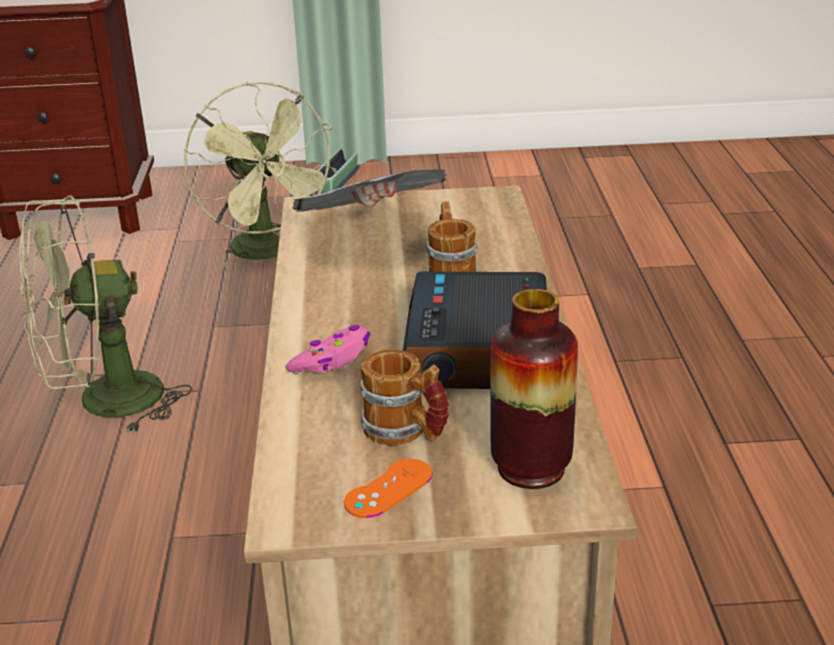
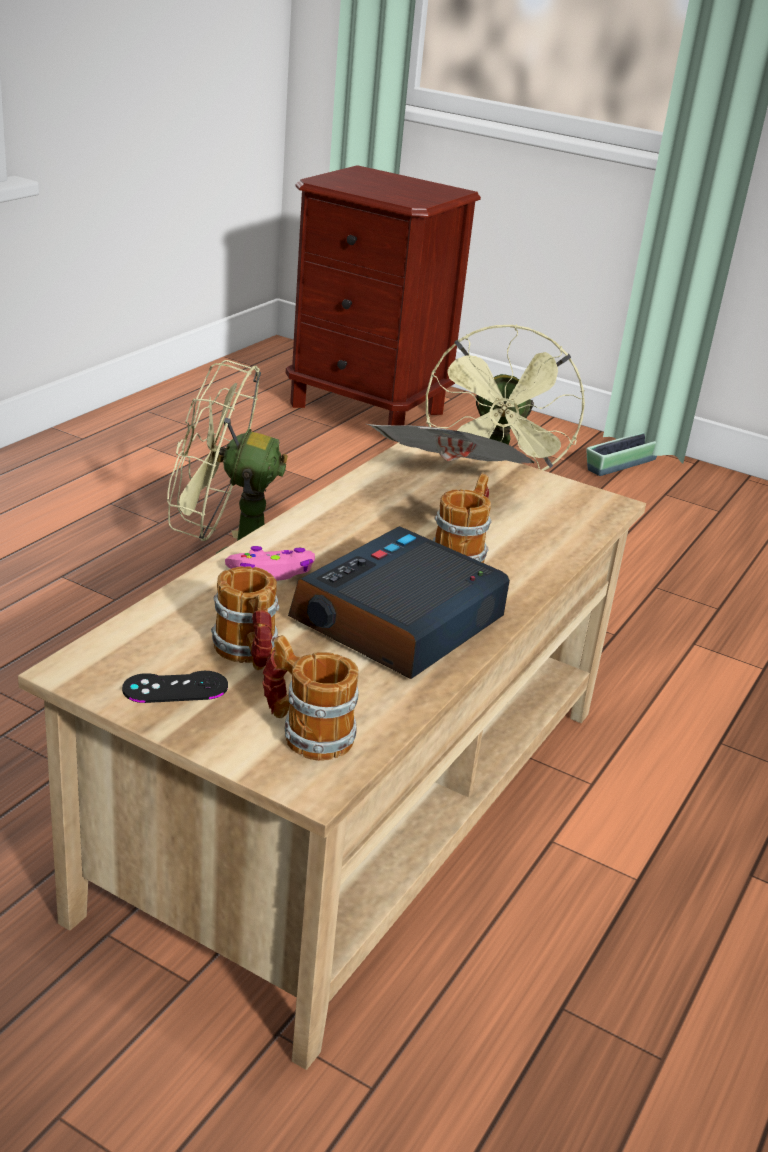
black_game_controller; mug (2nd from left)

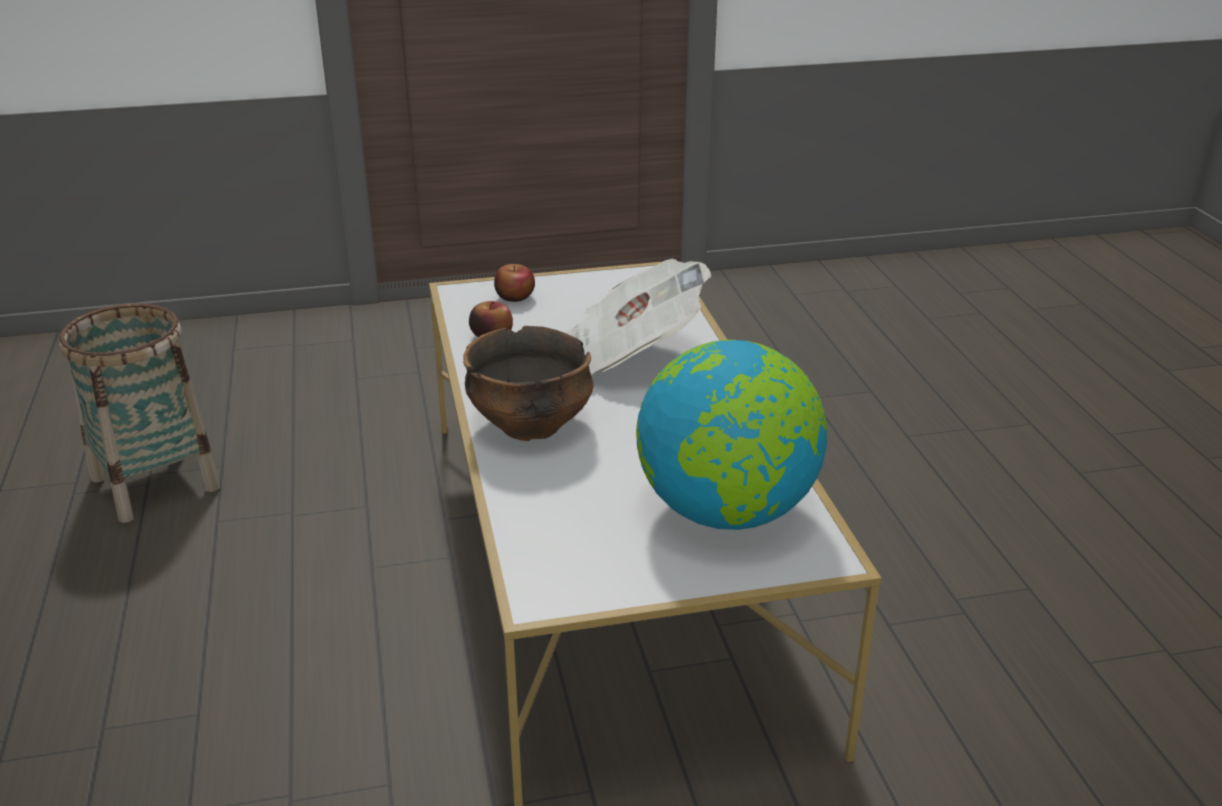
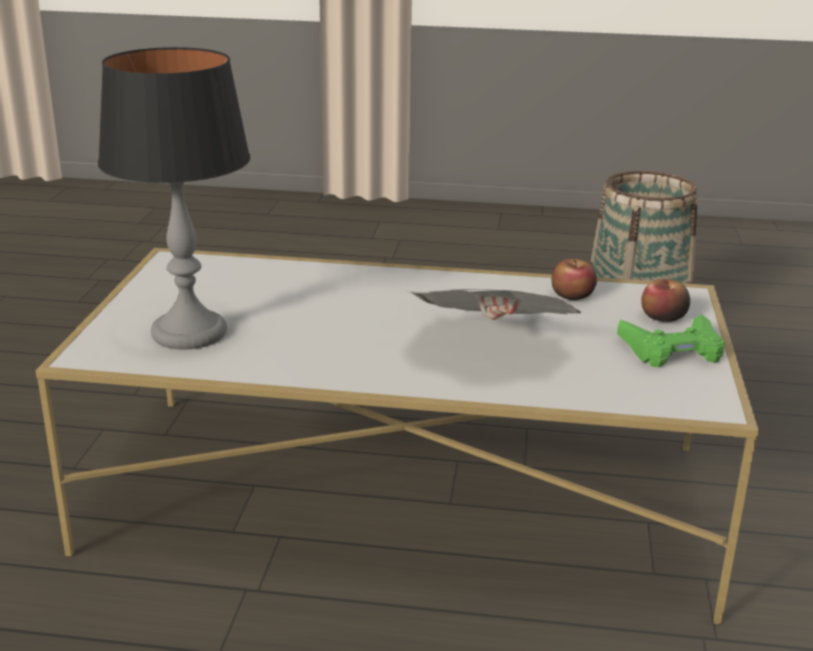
table_lamp; green-coloured_game_controller; serving_bowl

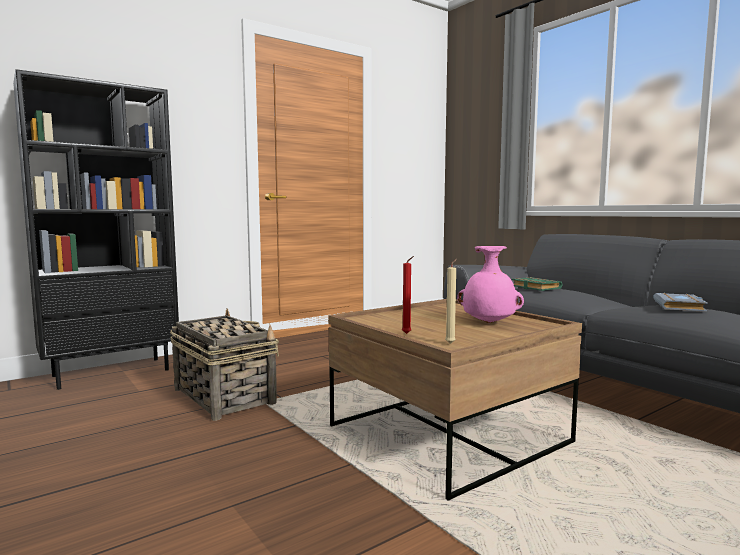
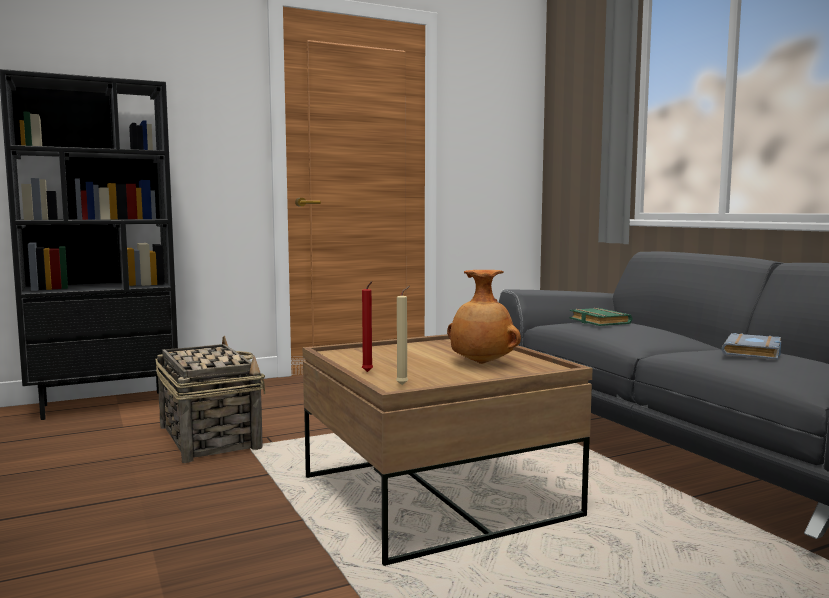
brownish_flower_vase

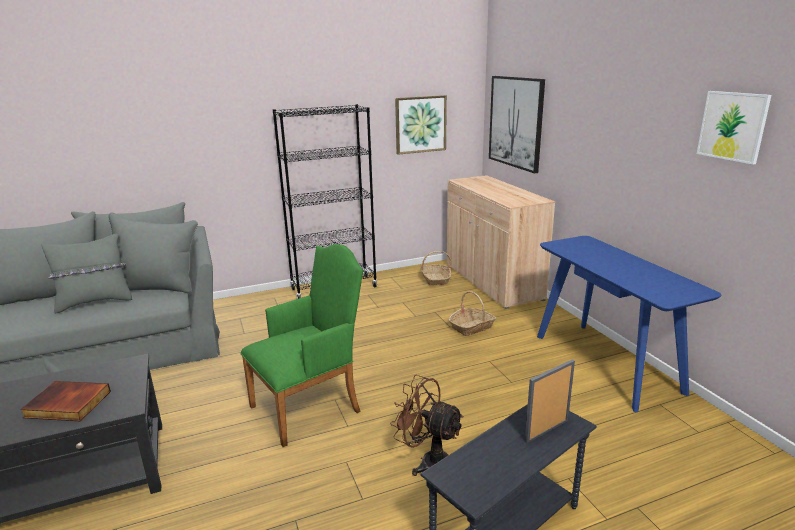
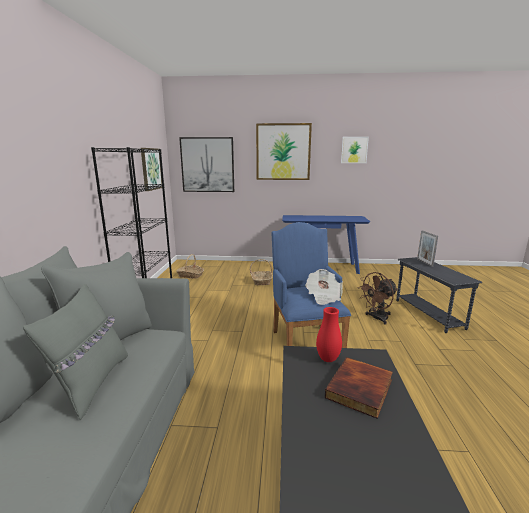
picture (3rd from left); blue_lounge_chair; daily_paper; red-coloured_flower_vase; beige-coloured_storage_cabinet

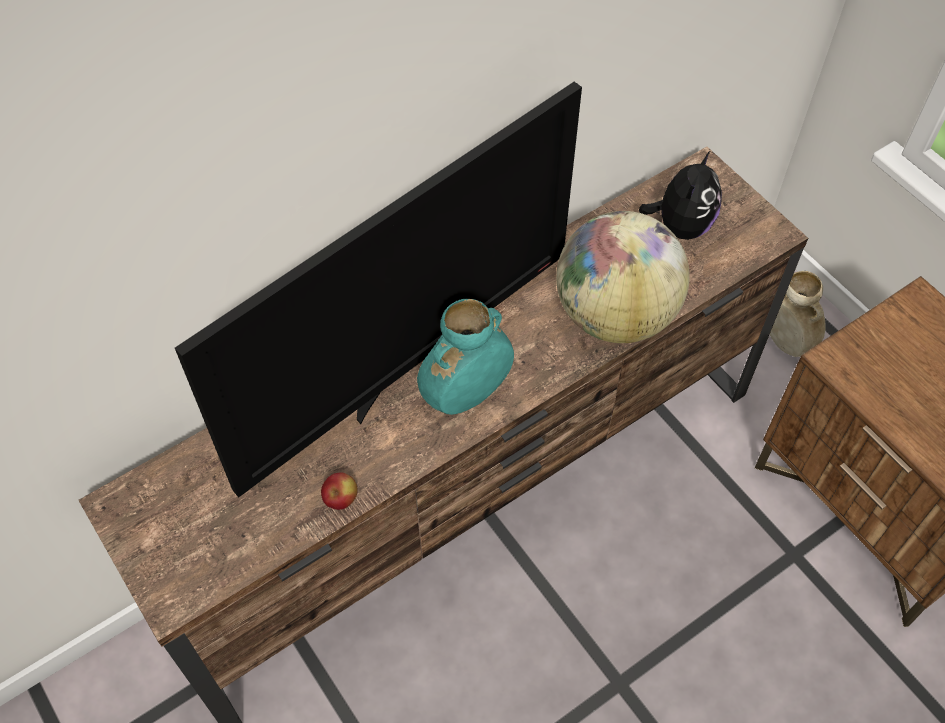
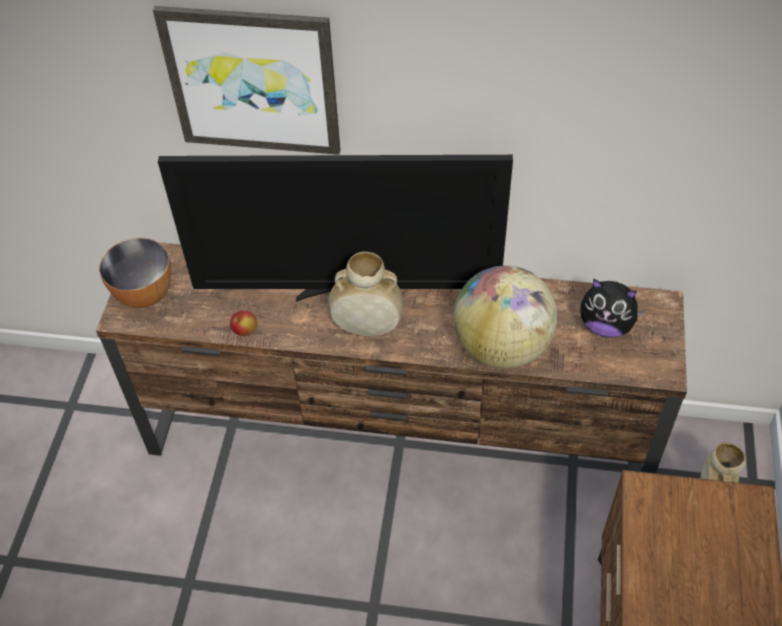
serving_bowl; picture; beige-coloured_flower_vase (1st from left); soft_toy

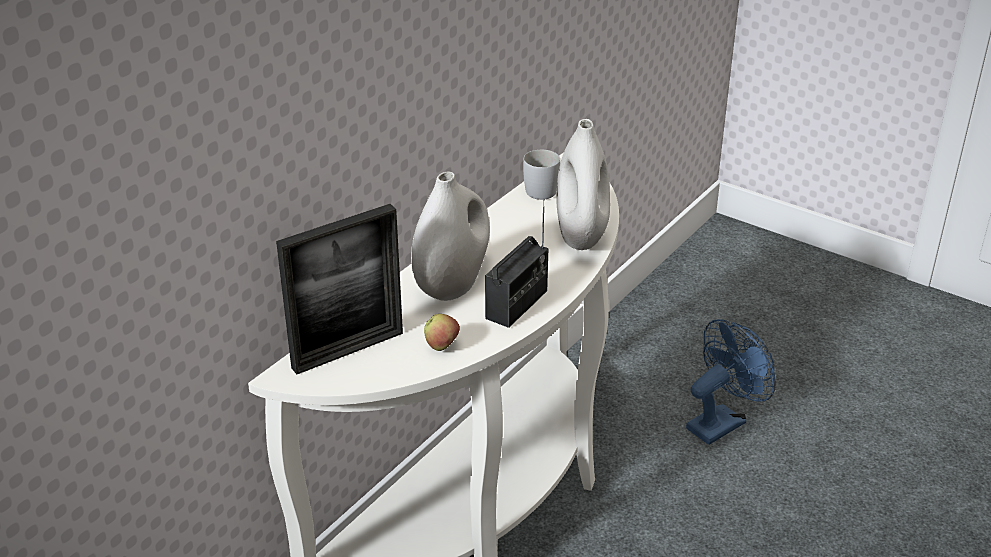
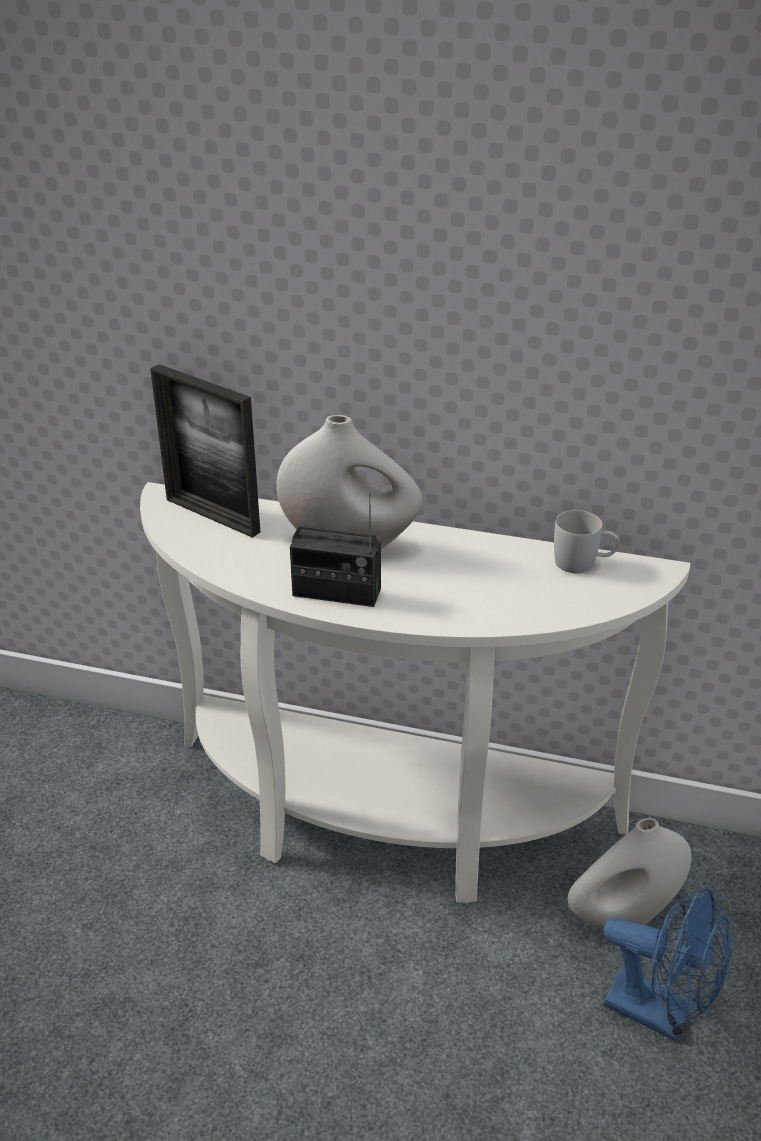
whitish_flower_vase (2nd from left); apple_fruit

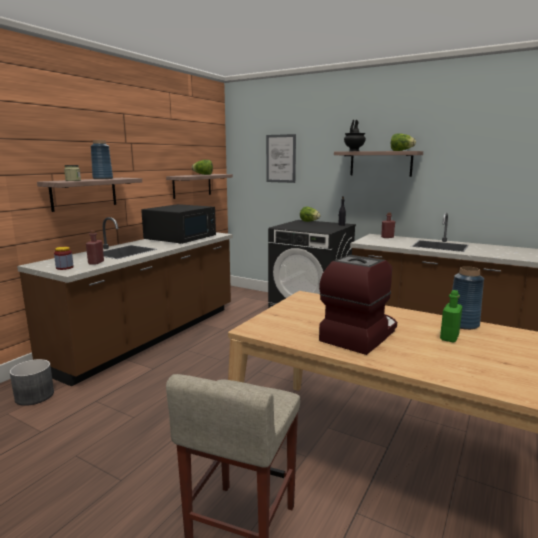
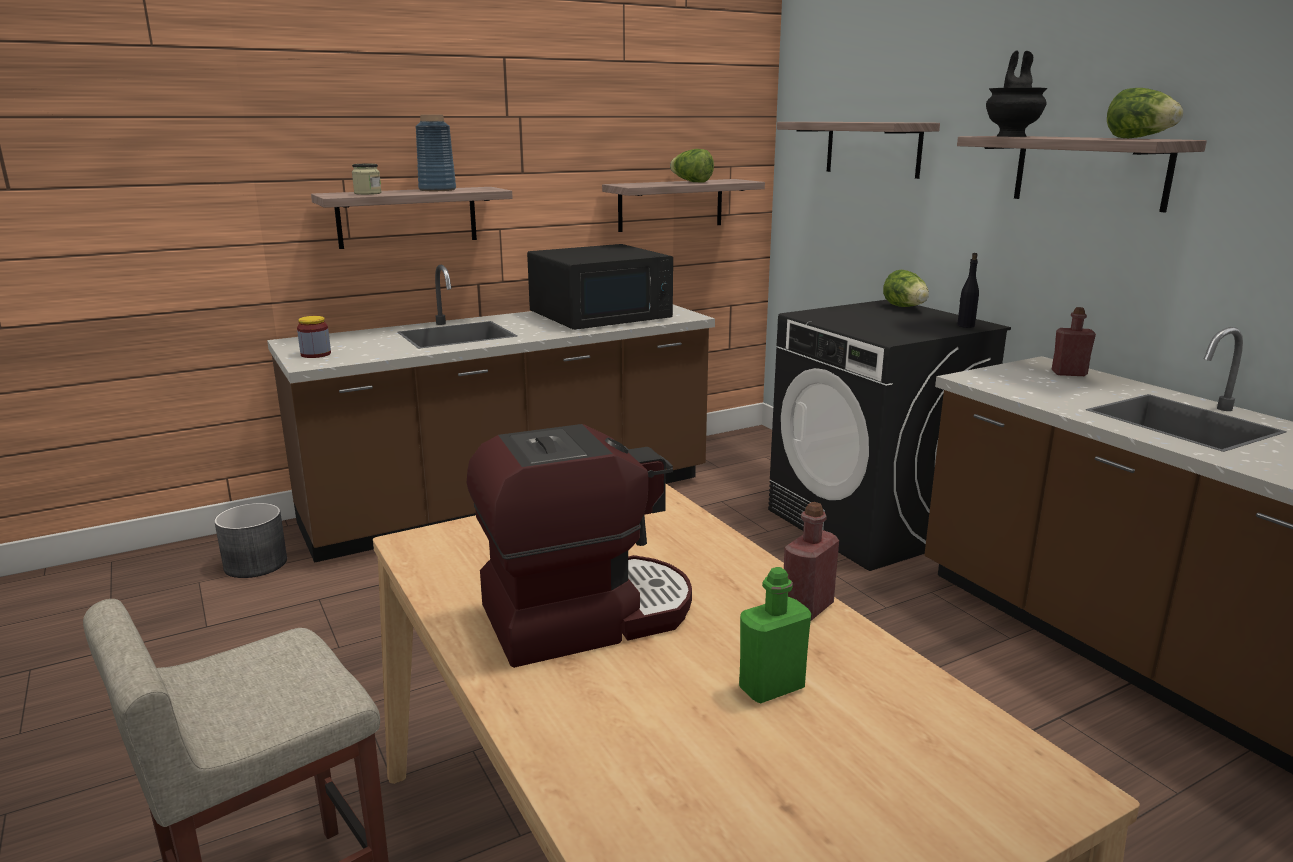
shelf (3rd from left); red-coloured_beverage_bottle (1st from left); blue_flower_vase (2nd from left in the first image)

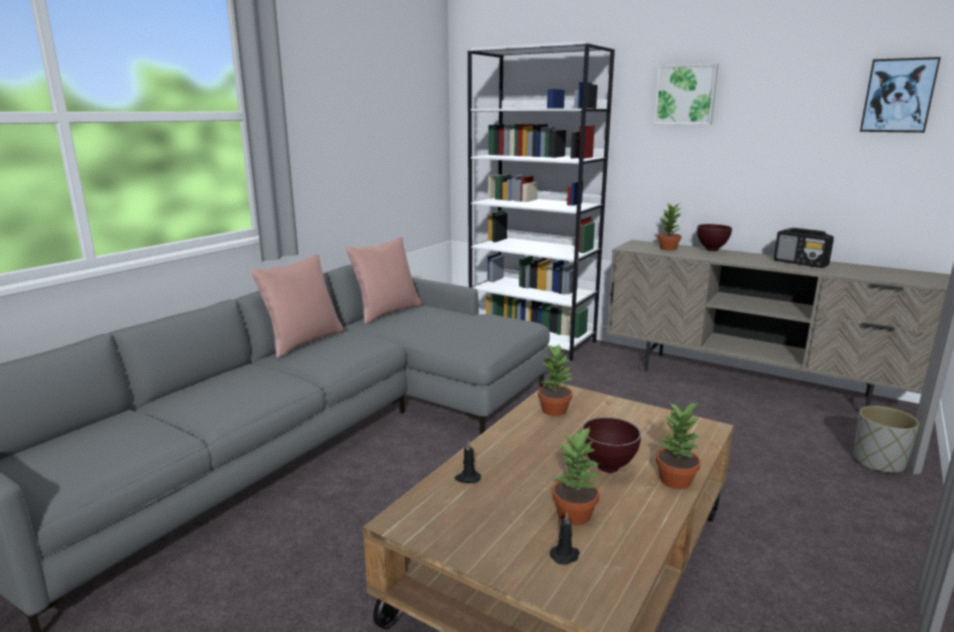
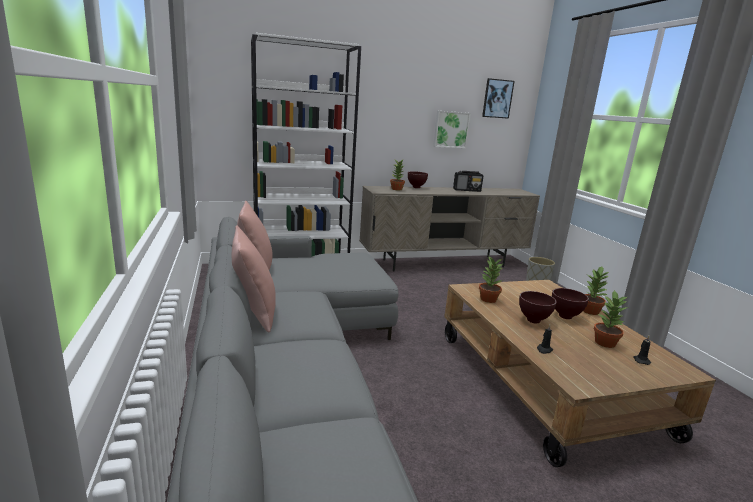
picture (1st from left); brownish_serving_bowl (2nd from left)

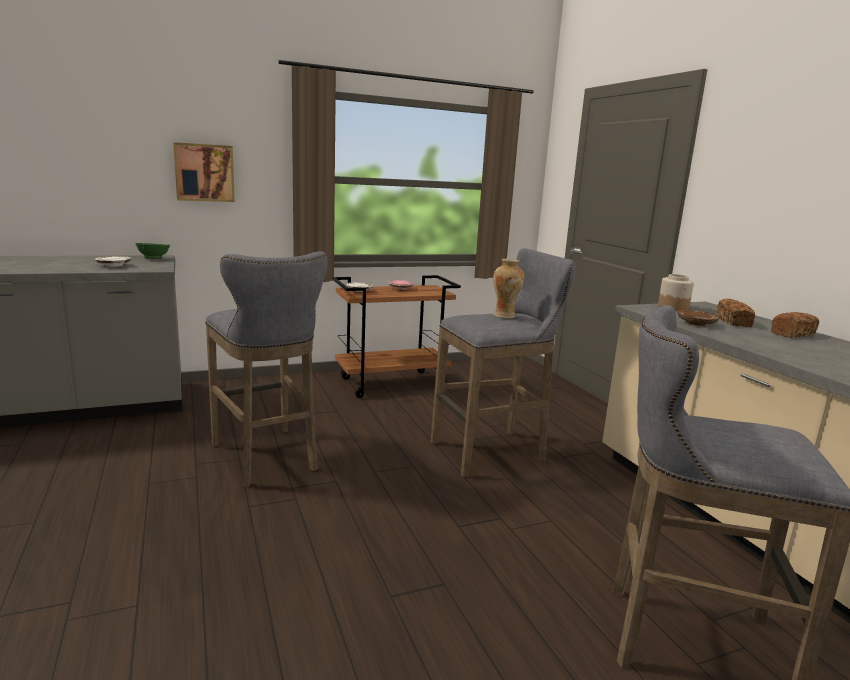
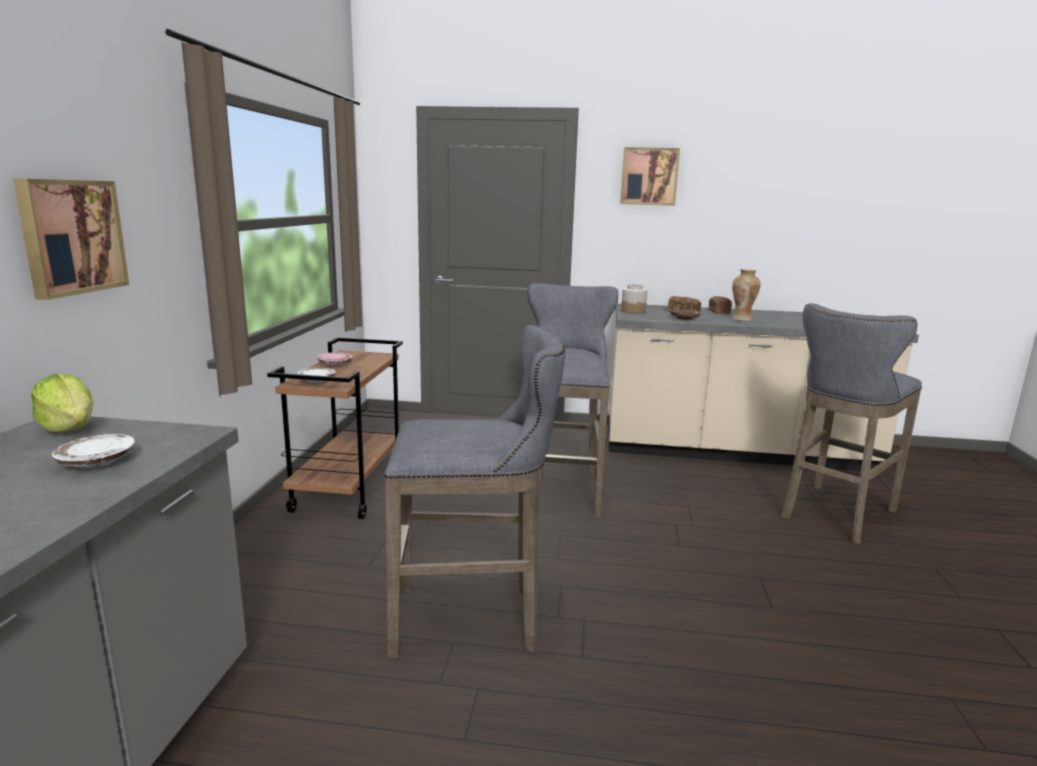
lettuce; picture (2nd from left); flower_vase

